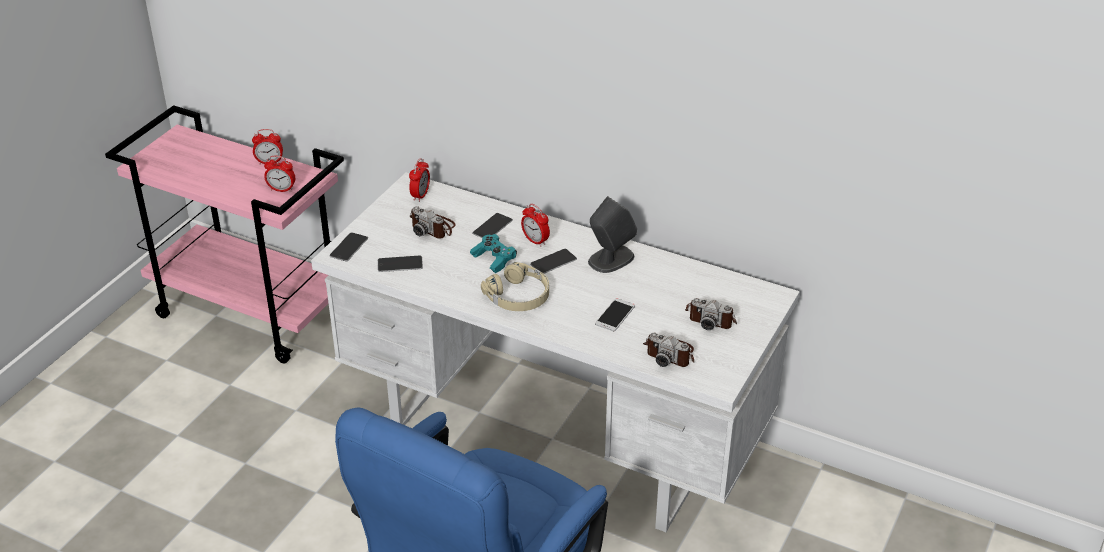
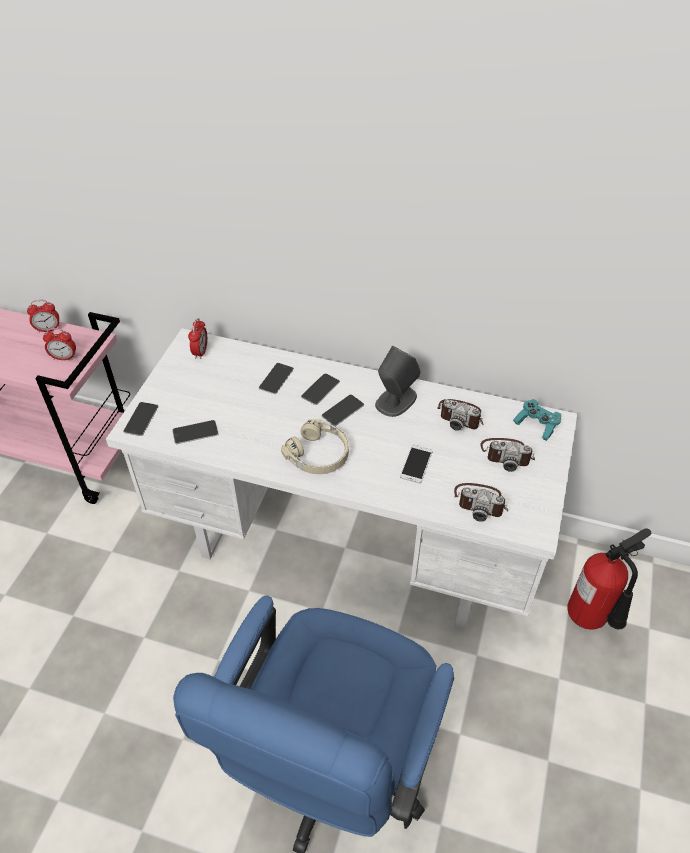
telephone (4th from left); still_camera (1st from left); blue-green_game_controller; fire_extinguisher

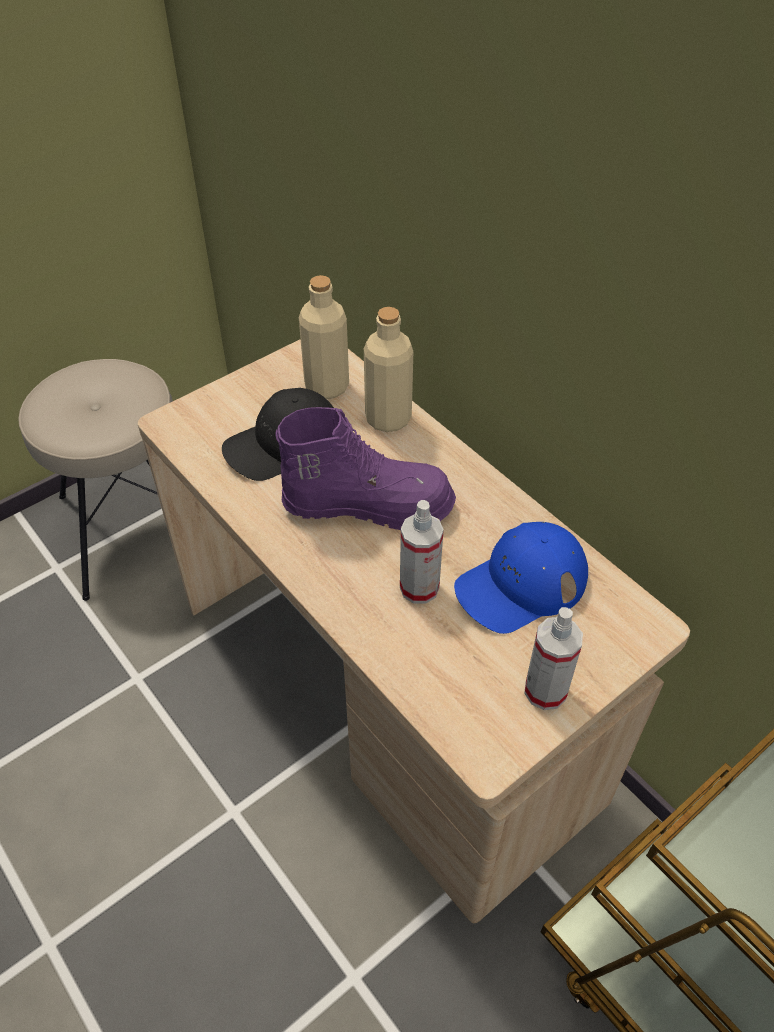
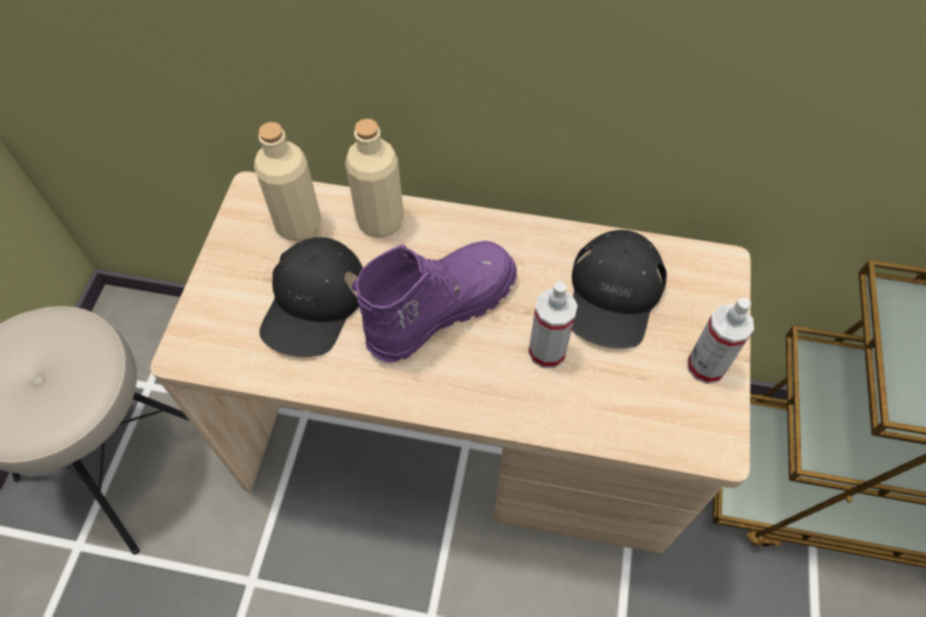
black_peaked_cap (2nd from left)

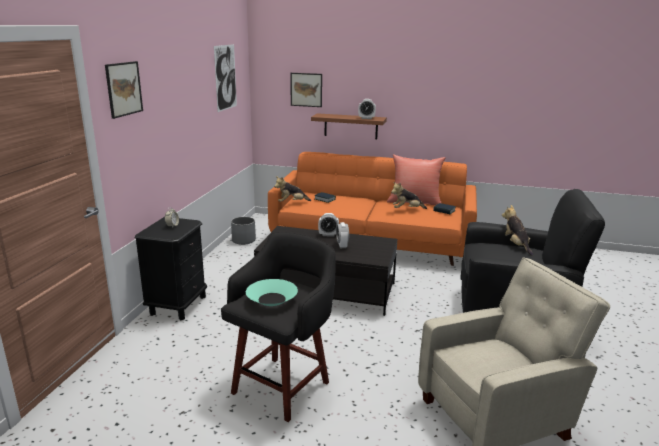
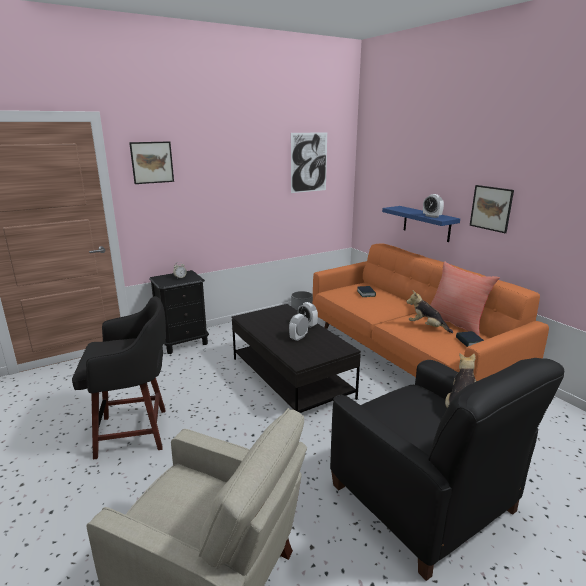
blue_shelf; picture (3rd from left); blue-green_serving_bowl; soft_toy (1st from left in the first image)

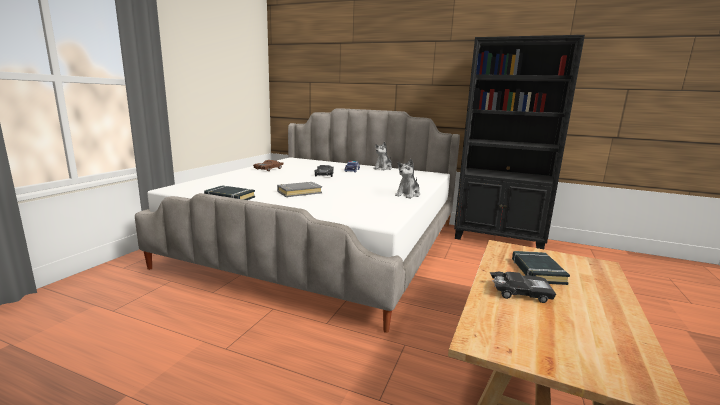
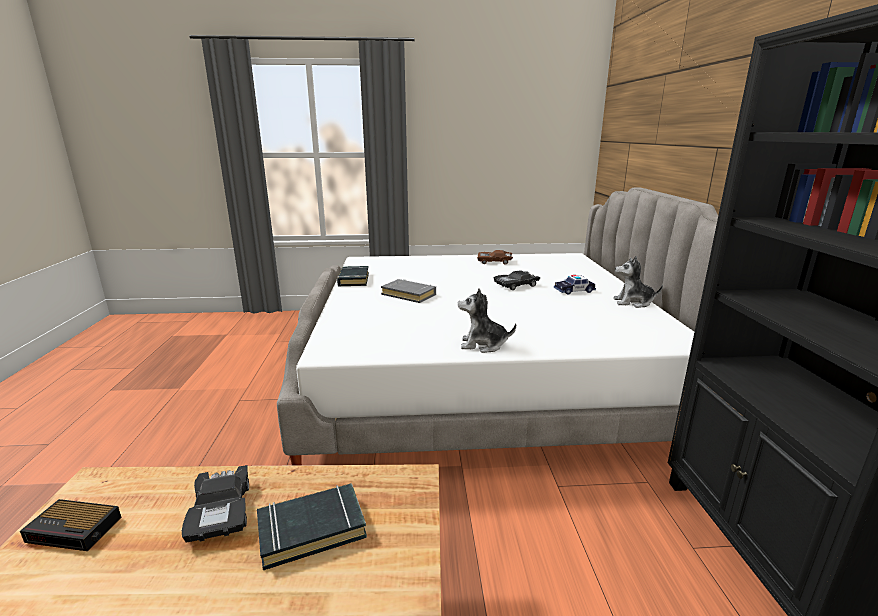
table_clock

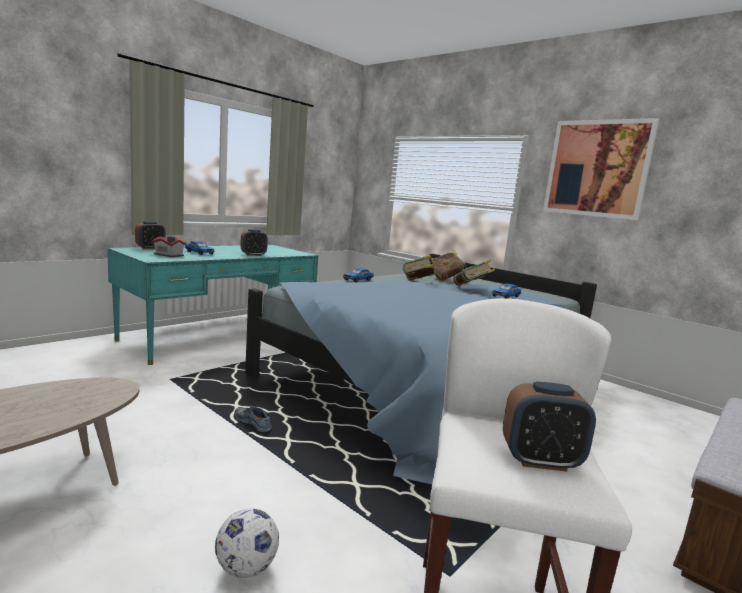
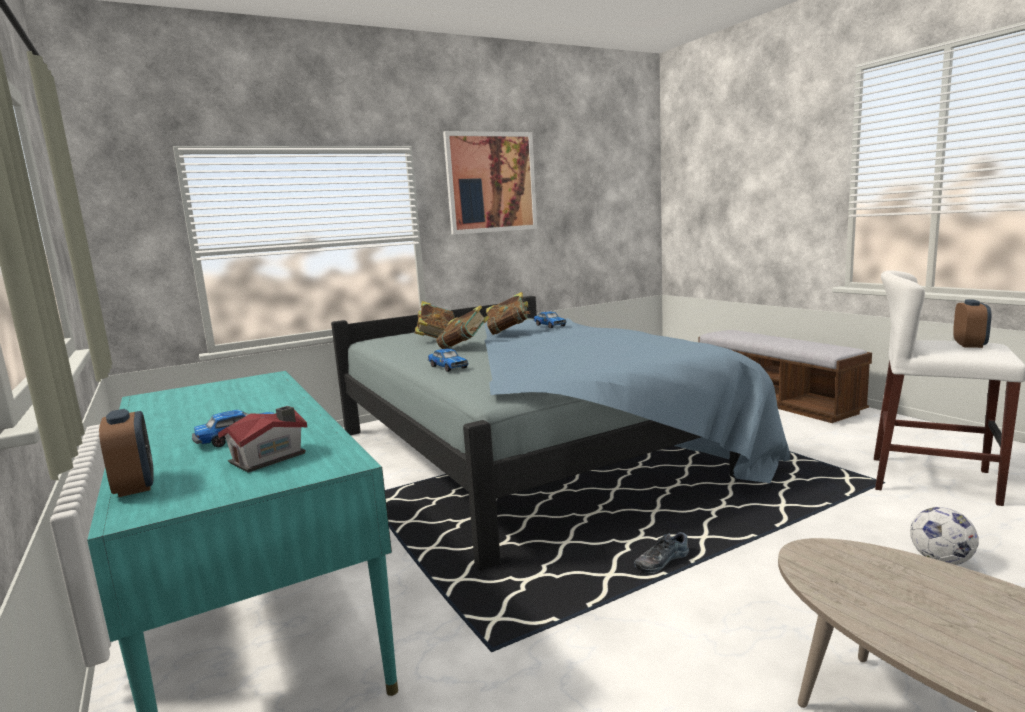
table_clock (2nd from left in the first image)

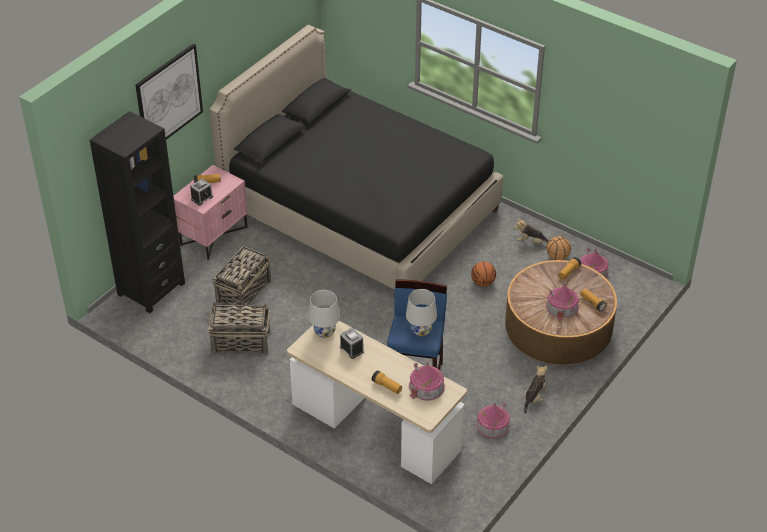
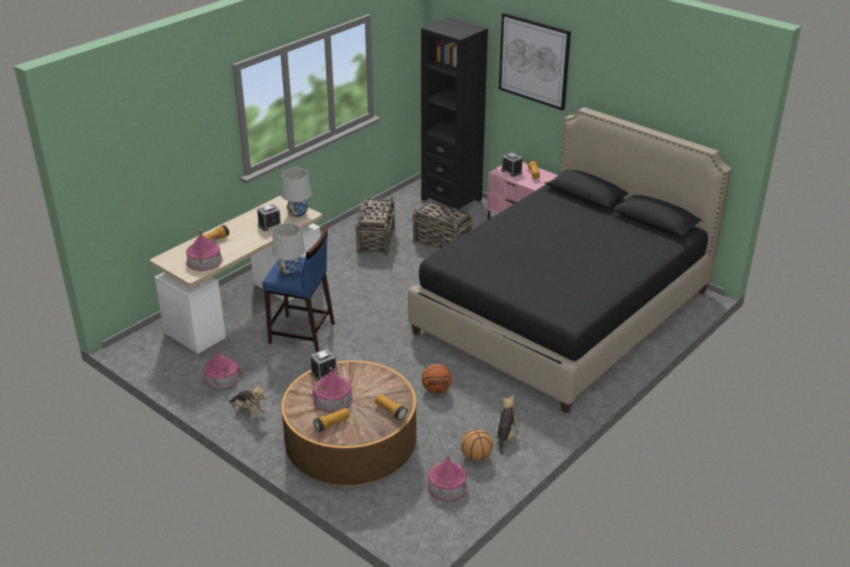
table_clock (2nd from left)

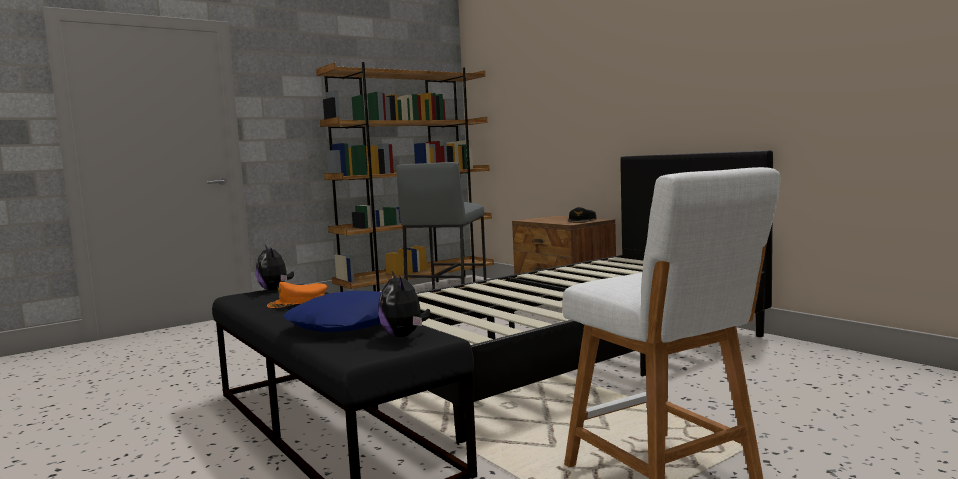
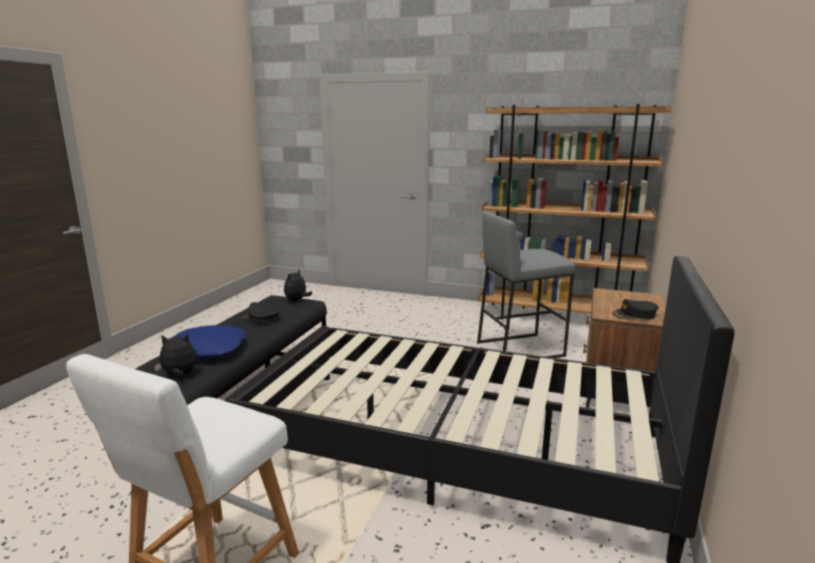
soft_toy (1st from left); black_peaked_cap (1st from left)

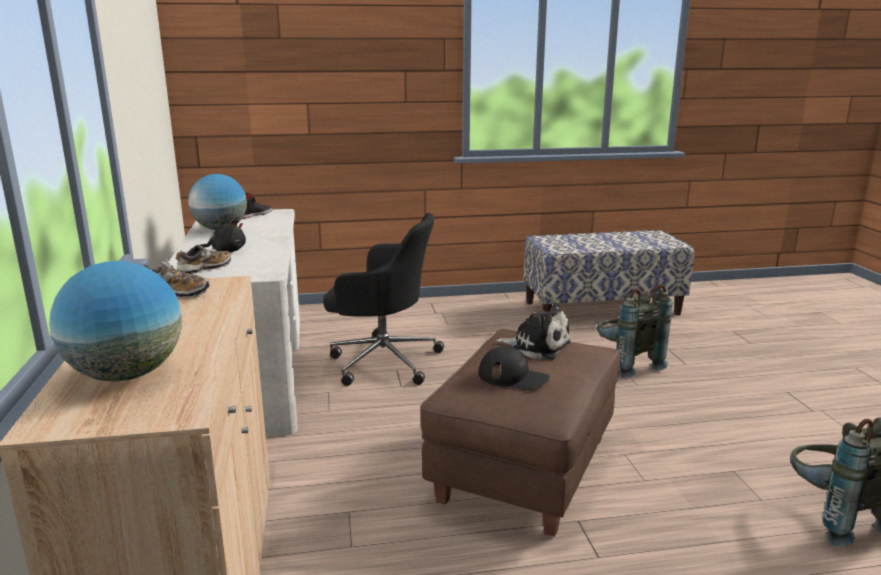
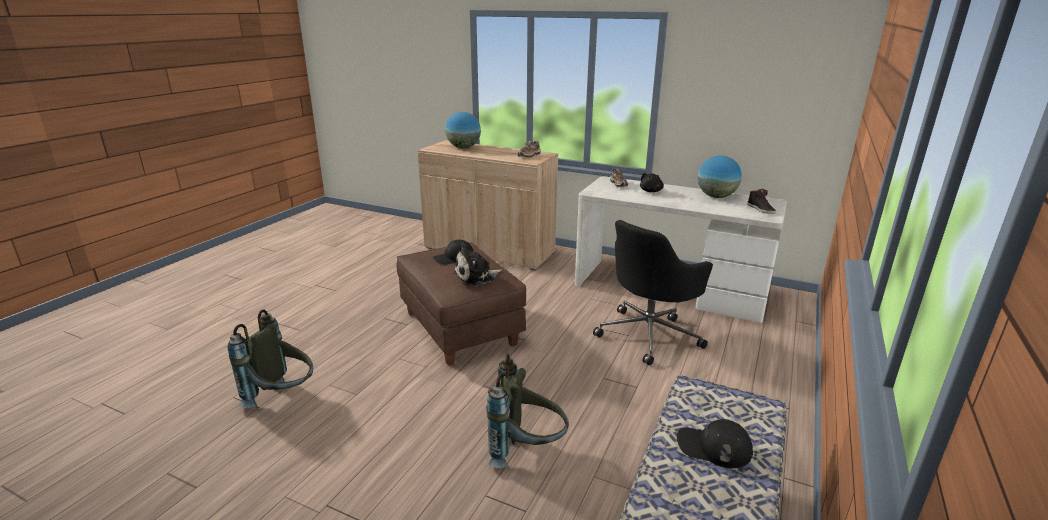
black_peaked_cap (2nd from left)

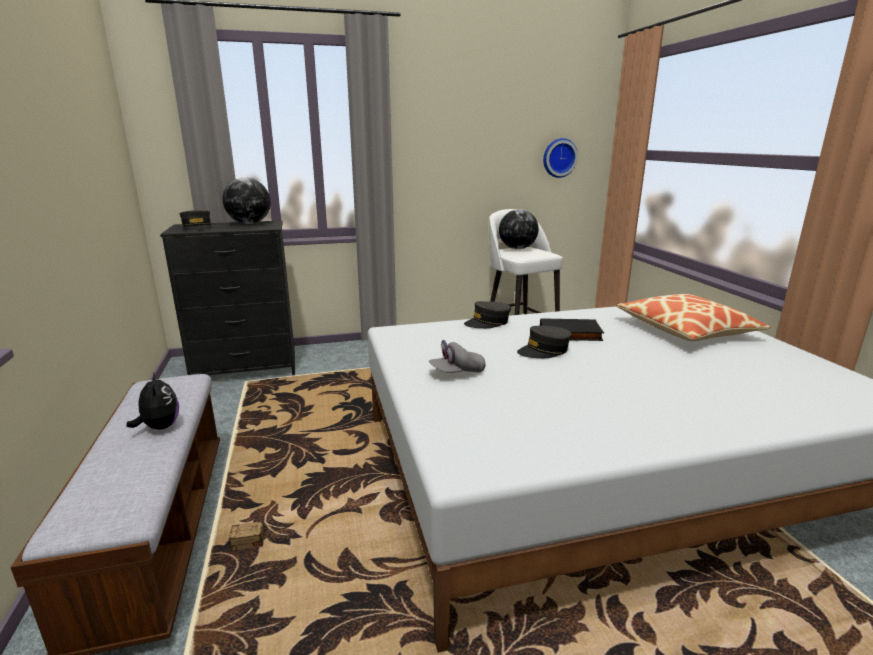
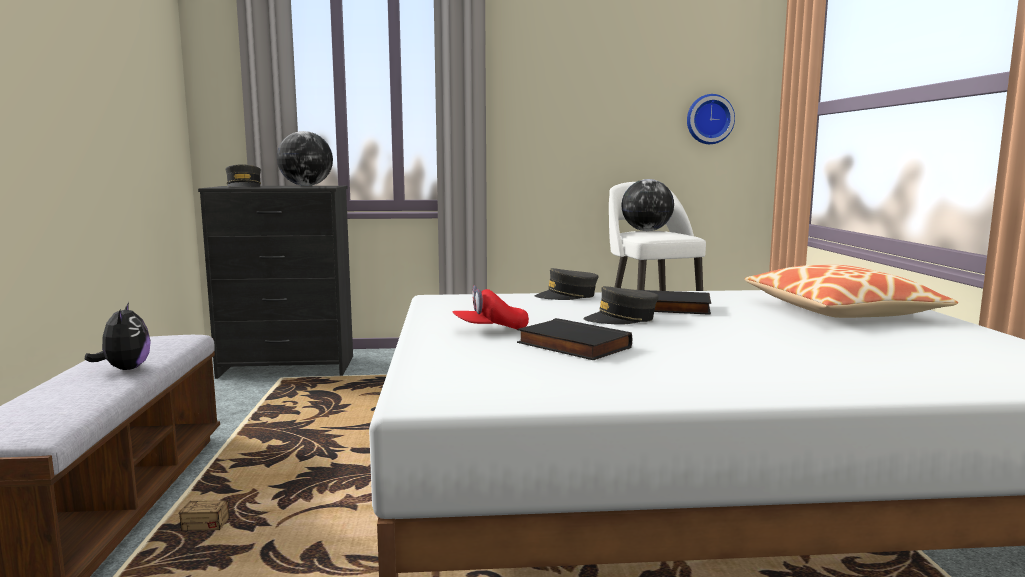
red-coloured_peaked_cap; black_volume (1st from left)

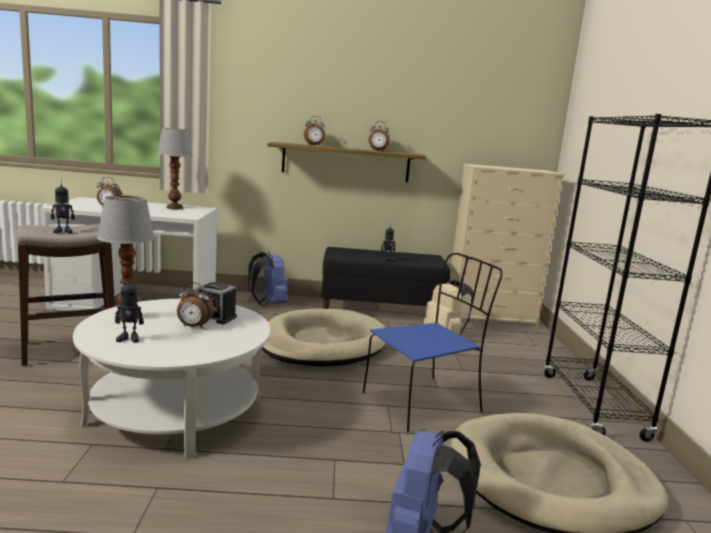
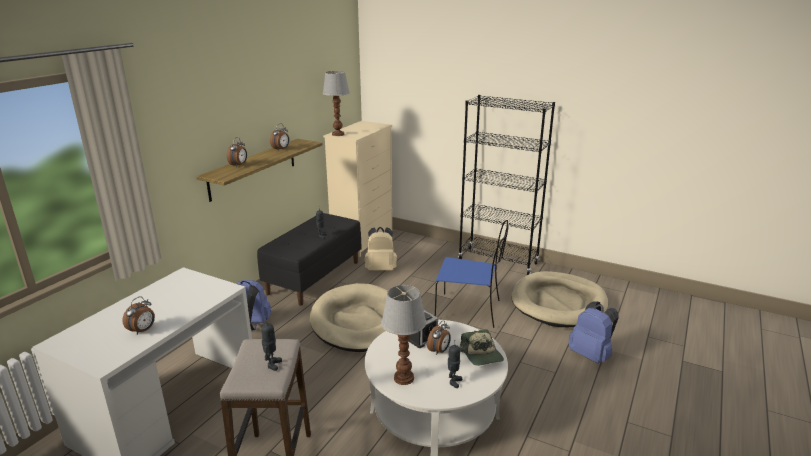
table_lamp (1st from left); blue_chair; peaked_cap

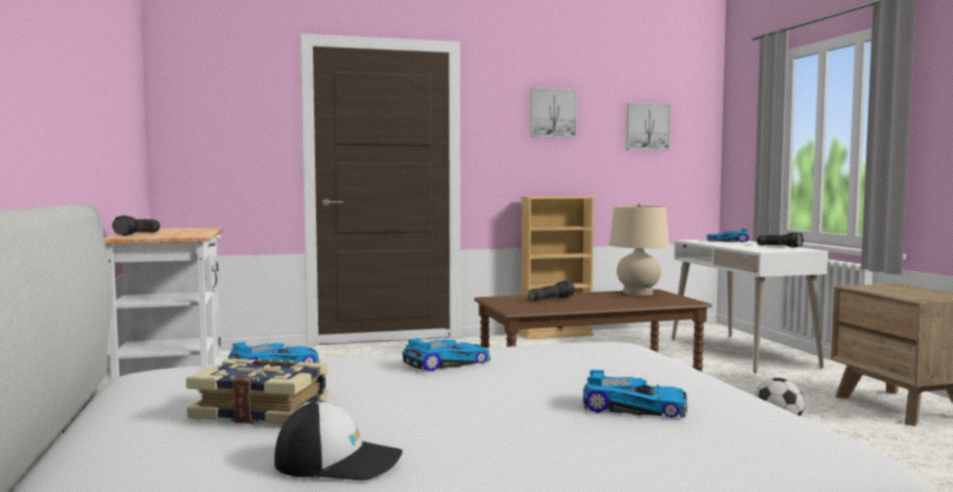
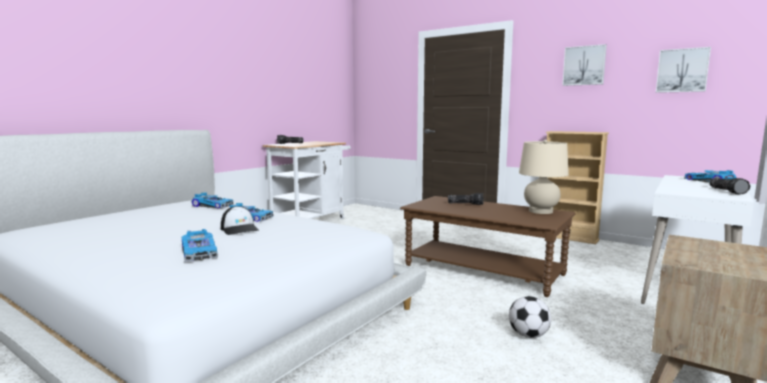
peaked_cap; volume

